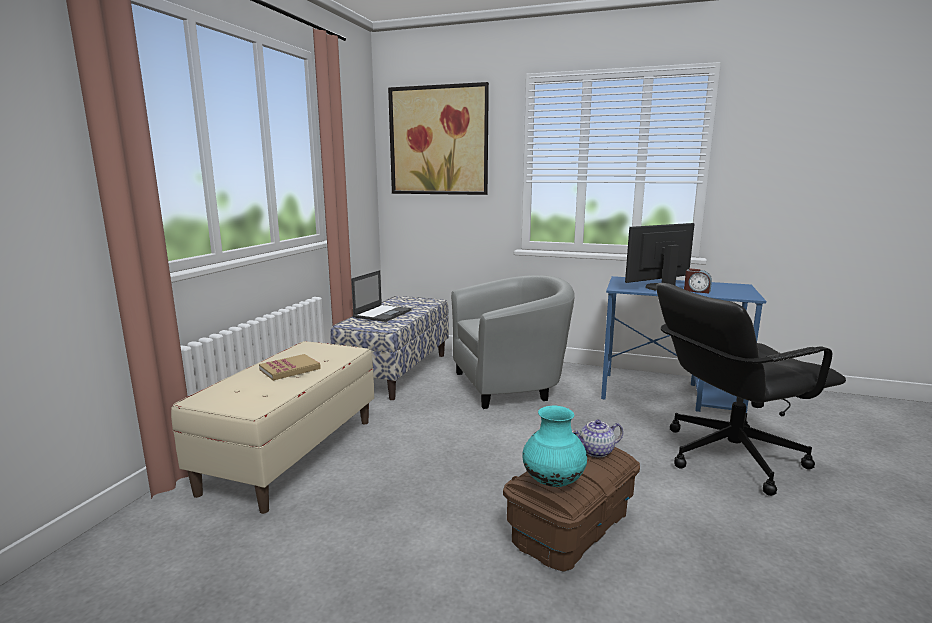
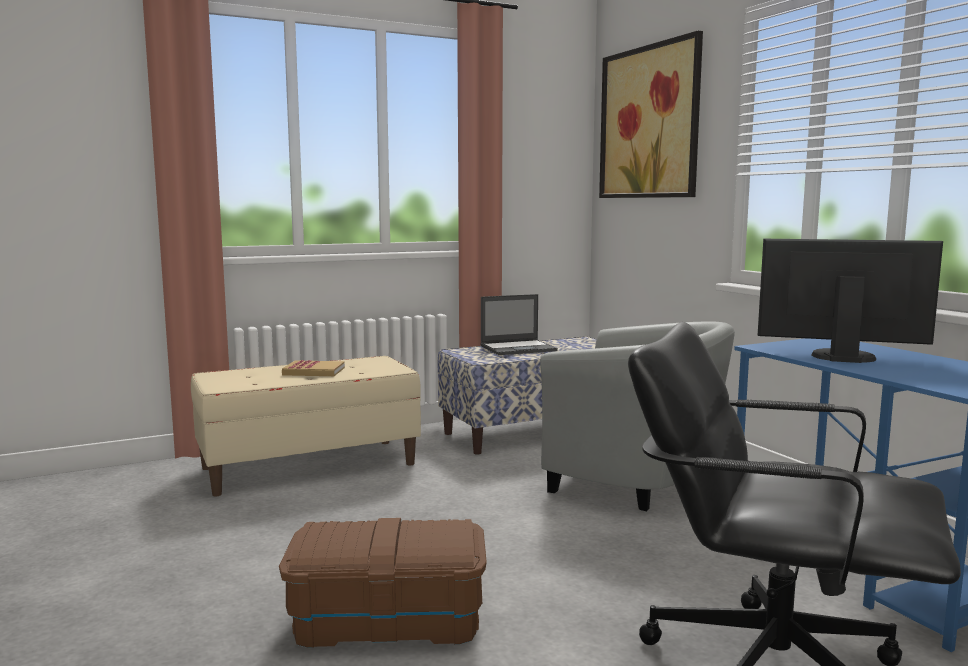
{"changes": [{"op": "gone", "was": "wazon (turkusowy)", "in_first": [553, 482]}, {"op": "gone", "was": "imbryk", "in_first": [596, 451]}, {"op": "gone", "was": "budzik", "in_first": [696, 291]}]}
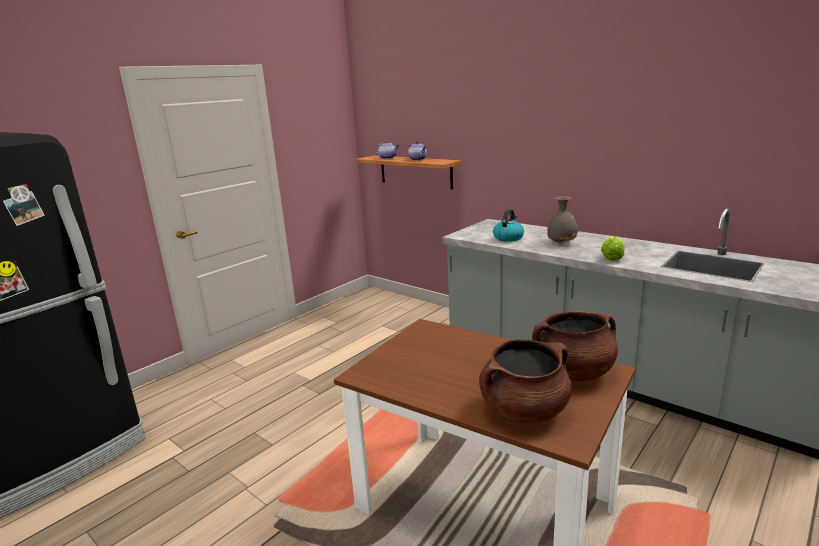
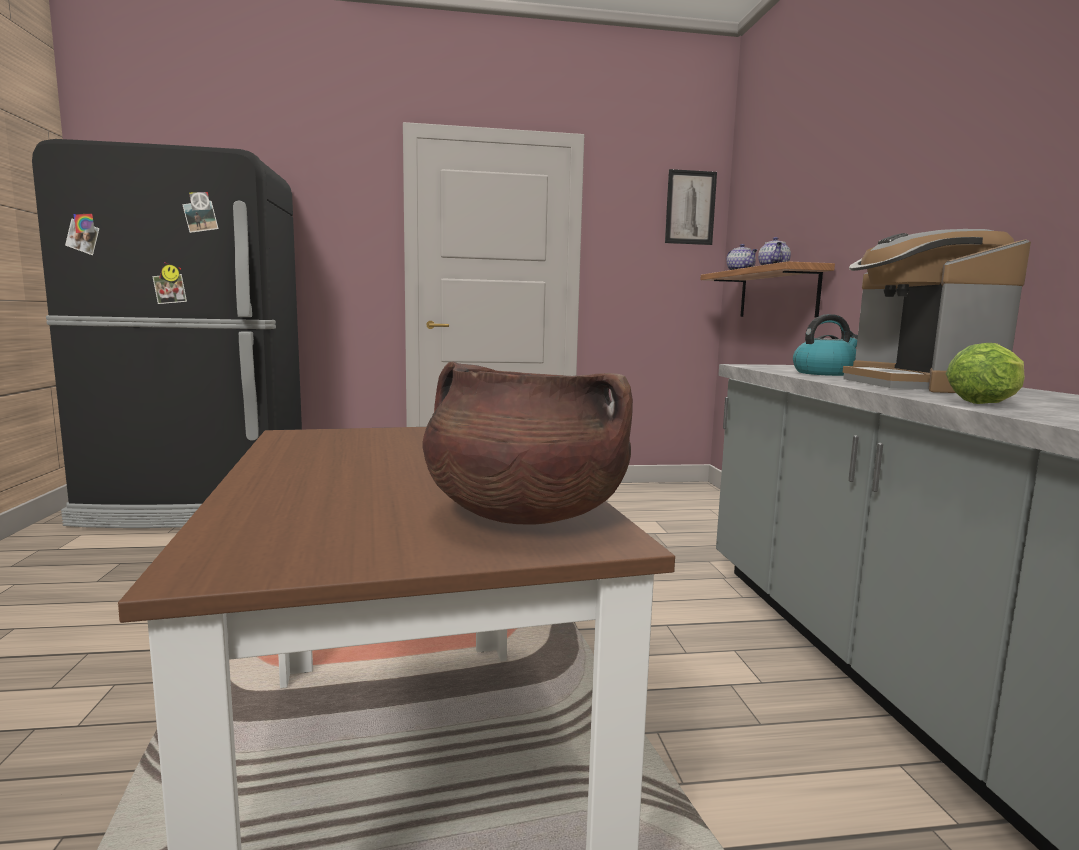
{"changes": [{"op": "new", "now": "obraz", "in_second": [690, 207]}, {"op": "swapped", "was": "wazon (szary)", "now": "ekspres do kawy", "in_first": [562, 243], "in_second": [918, 385]}, {"op": "gone", "was": "garnek (brązowy)", "in_first": [524, 410]}]}
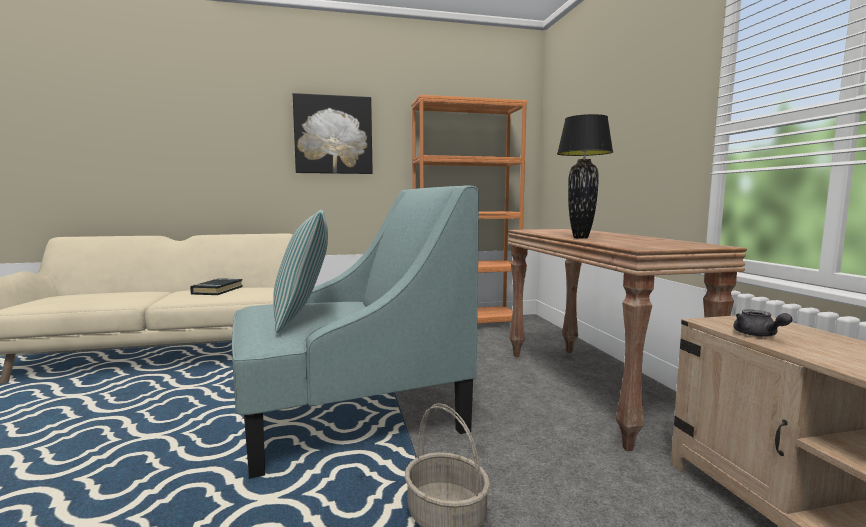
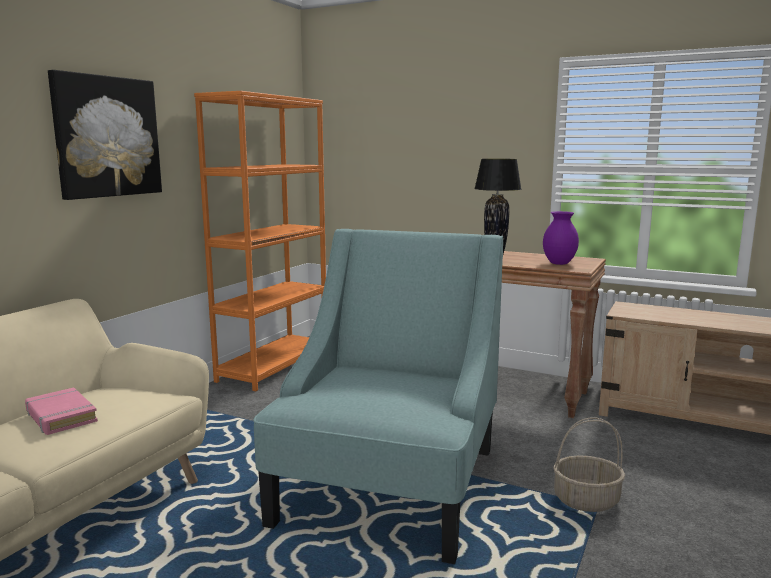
{"changes": [{"op": "repainted", "was": "książka (czarny)", "now": "książka (różowy)", "in_first": [217, 290], "in_second": [61, 416]}, {"op": "new", "now": "wazon (fioletowy)", "in_second": [559, 263]}, {"op": "gone", "was": "poduszka", "in_first": [304, 315]}, {"op": "gone", "was": "imbryk (szary)", "in_first": [758, 335]}]}
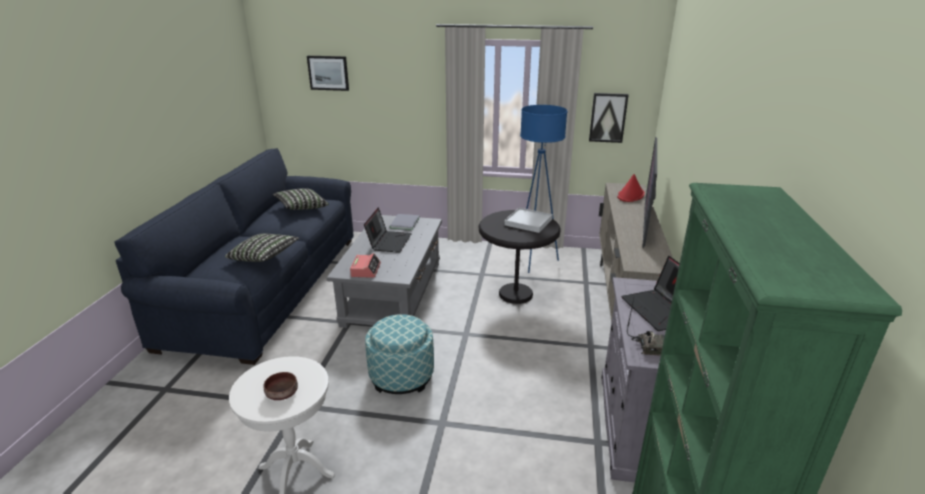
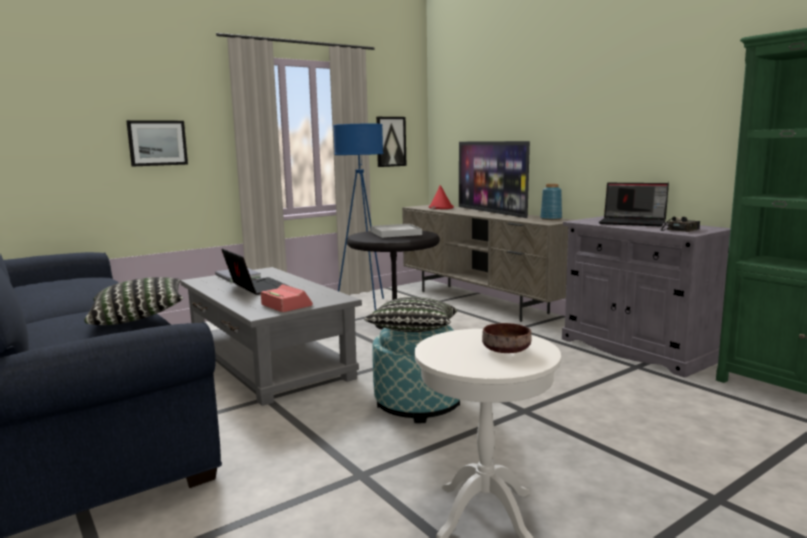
{"changes": [{"op": "shifted", "was": "obraz", "in_first": [328, 73], "in_second": [157, 143]}, {"op": "shifted", "was": "poduszka", "in_first": [301, 208], "in_second": [413, 332]}, {"op": "new", "now": "wazon (niebieski)", "in_second": [551, 219]}]}
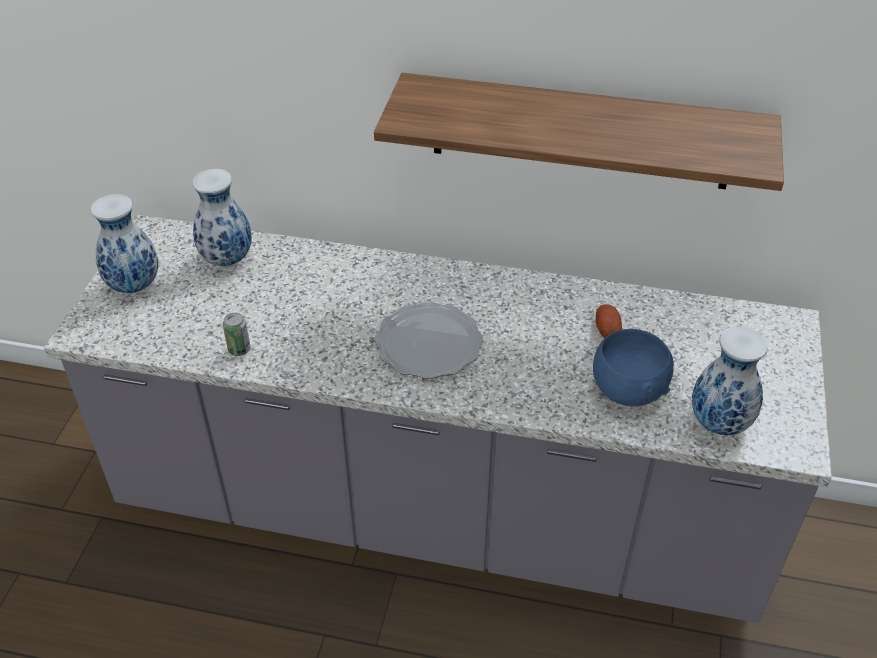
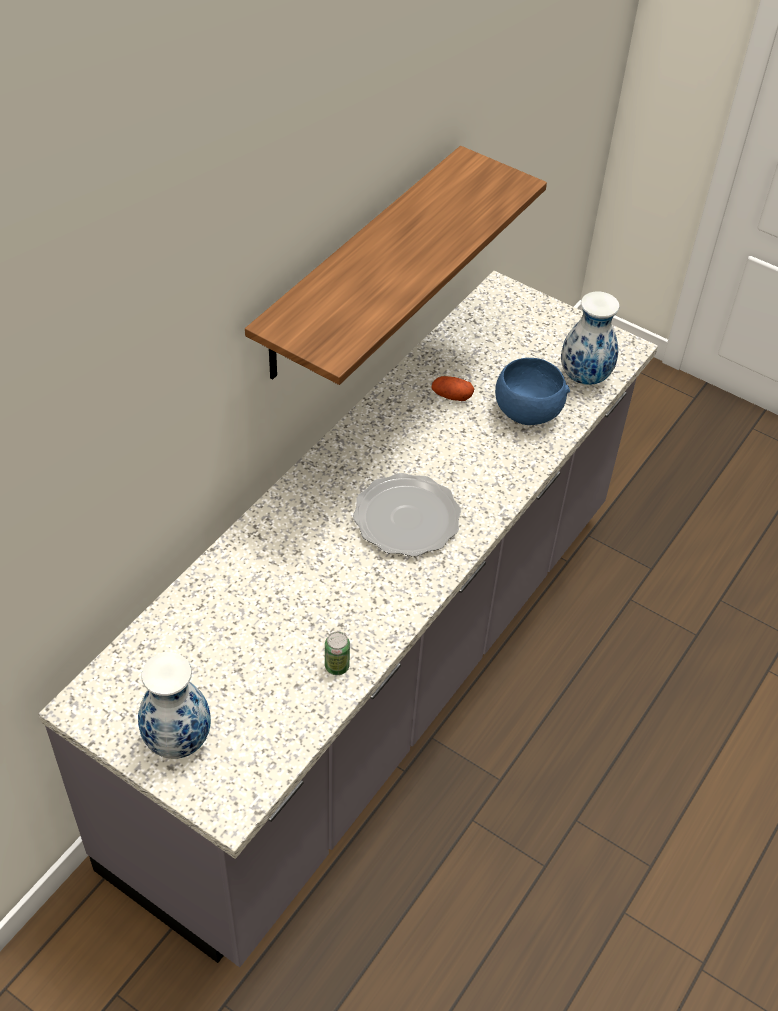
{"changes": [{"op": "gone", "was": "wazon", "in_first": [228, 260]}]}
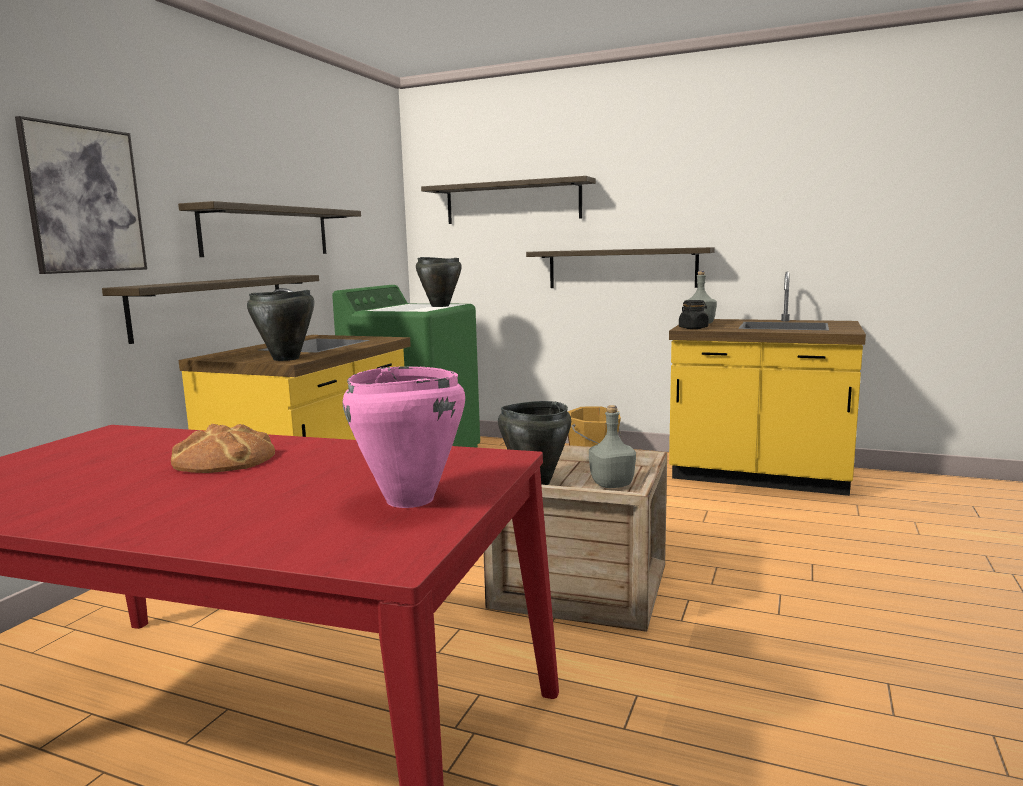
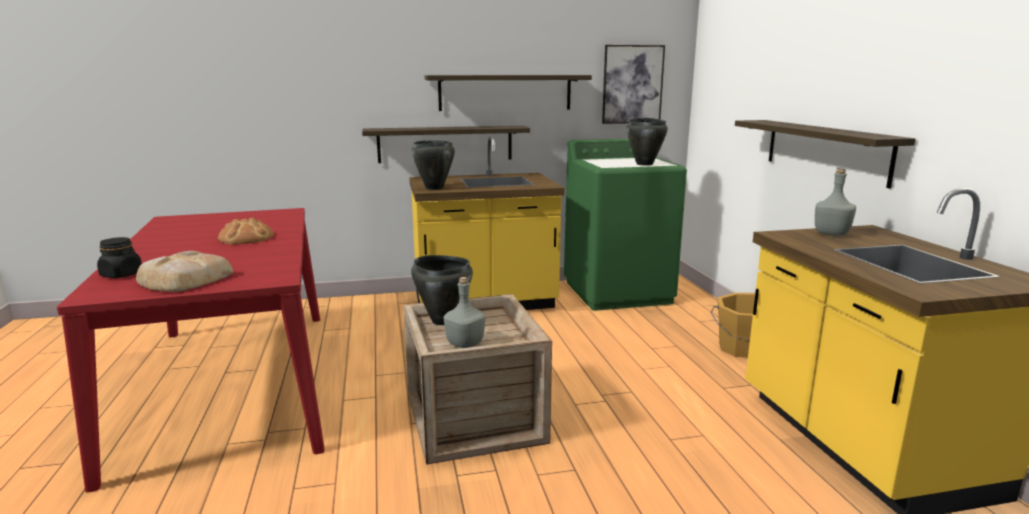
{"changes": [{"op": "shifted", "was": "słoik (czarny)", "in_first": [693, 328], "in_second": [122, 274]}, {"op": "swapped", "was": "garnek (różowy)", "now": "chleb", "in_first": [409, 500], "in_second": [183, 280]}, {"op": "shifted", "was": "obraz", "in_first": [84, 200], "in_second": [632, 84]}, {"op": "gone", "was": "półka", "in_first": [512, 202]}]}
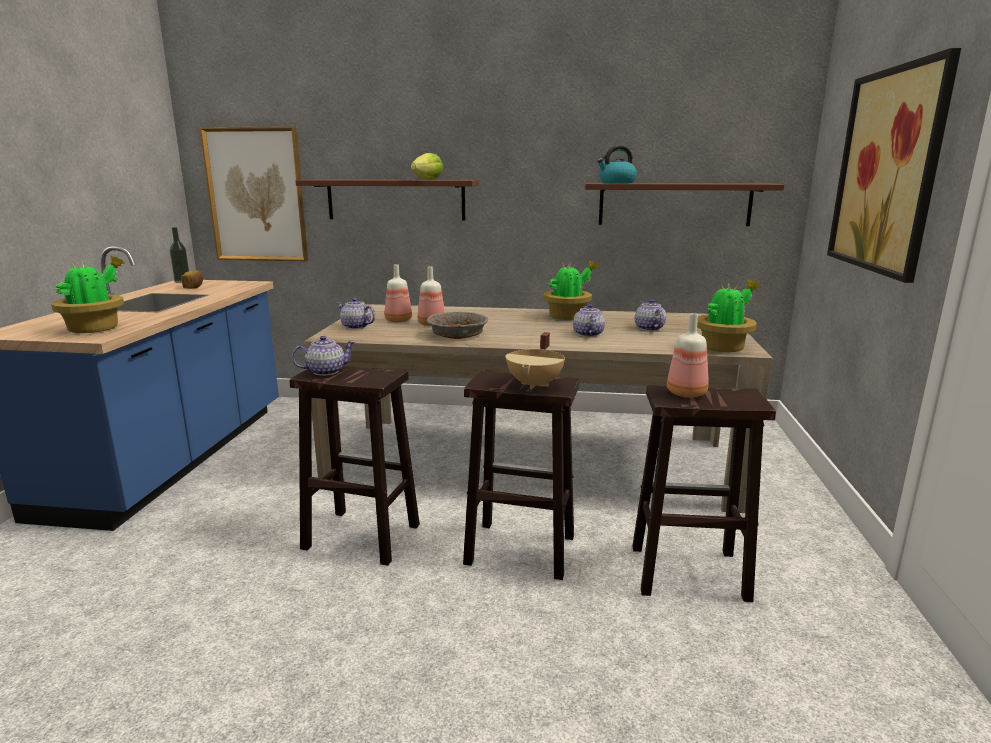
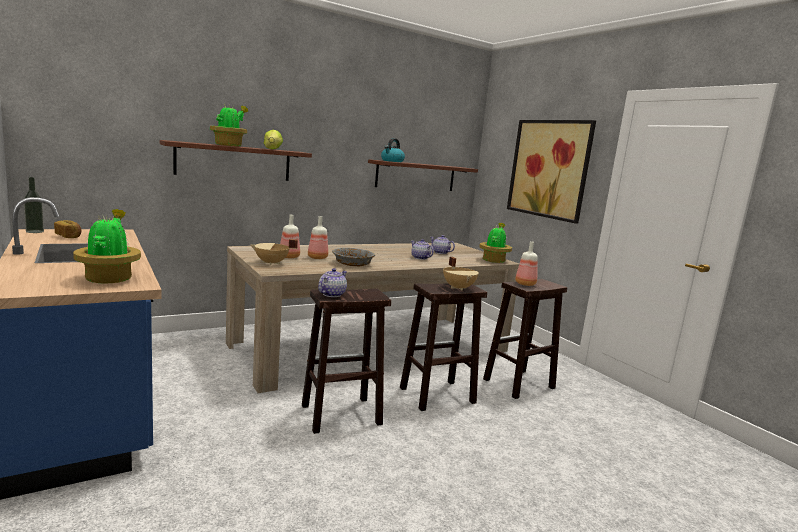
{"changes": [{"op": "shifted", "was": "roślina doniczkowa", "in_first": [568, 317], "in_second": [229, 145]}, {"op": "swapped", "was": "imbryk", "now": "garnek (beżowy)", "in_first": [356, 327], "in_second": [271, 263]}, {"op": "gone", "was": "obraz", "in_first": [256, 195]}]}
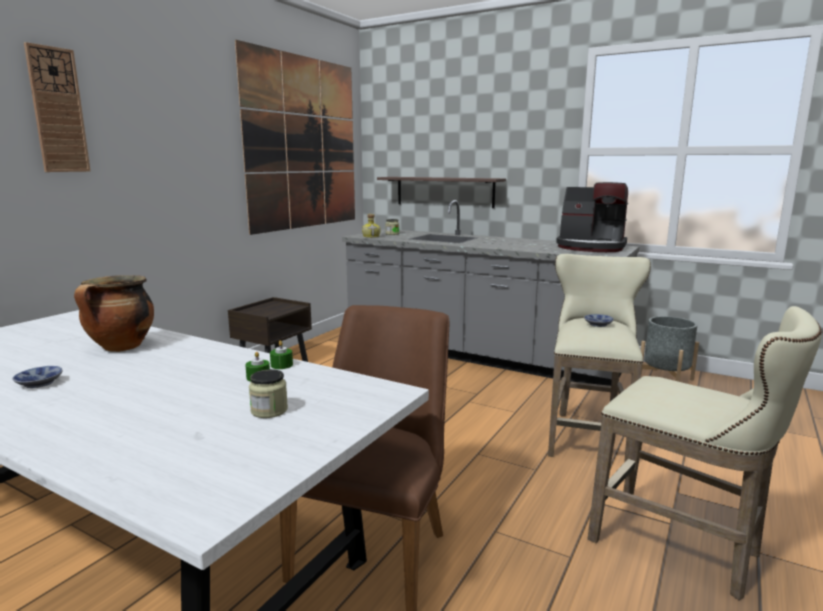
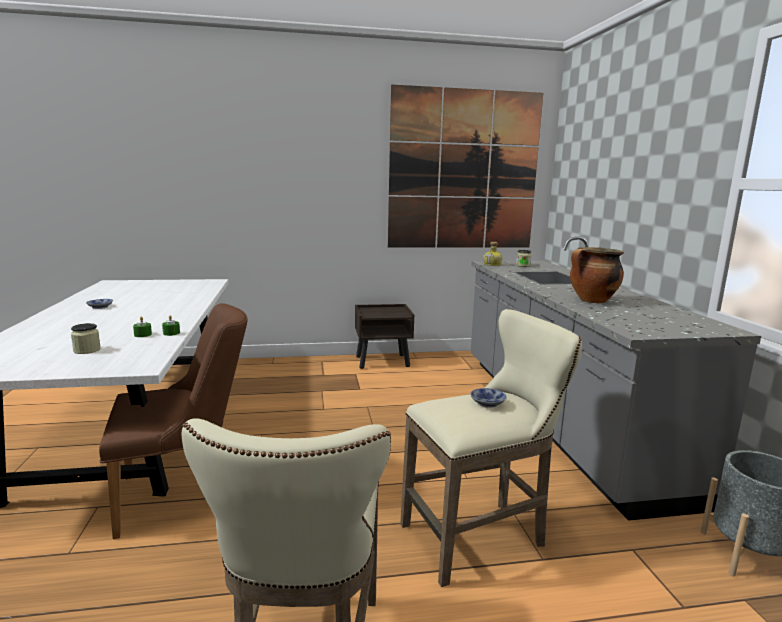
{"changes": [{"op": "shifted", "was": "garnek", "in_first": [121, 348], "in_second": [592, 301]}, {"op": "gone", "was": "zegar ścienny", "in_first": [58, 110]}, {"op": "gone", "was": "półka", "in_first": [444, 191]}, {"op": "gone", "was": "ekspres do kawy", "in_first": [591, 247]}]}
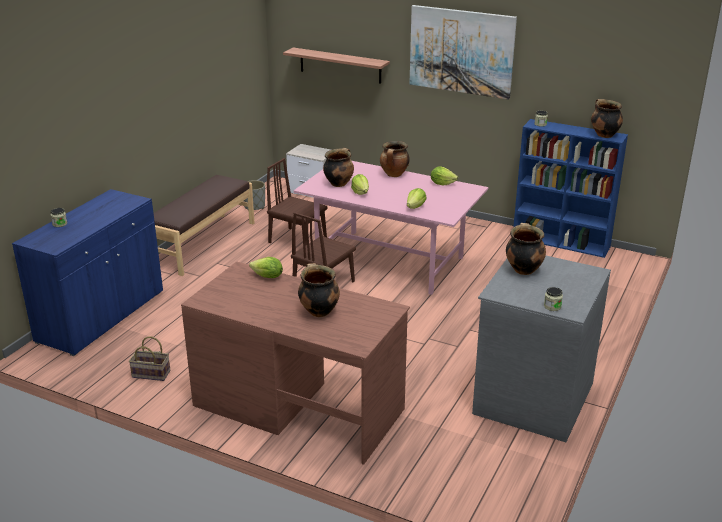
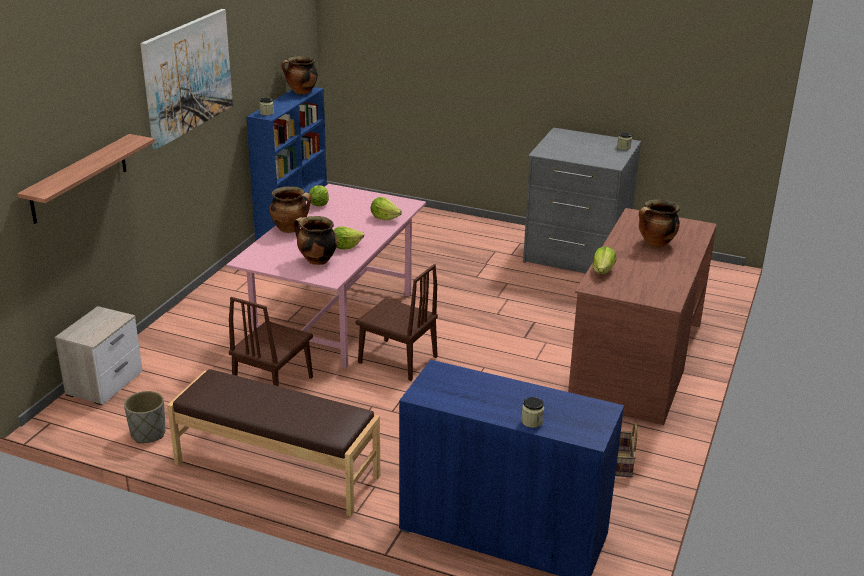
{"changes": [{"op": "gone", "was": "garnek", "in_first": [523, 269]}]}
